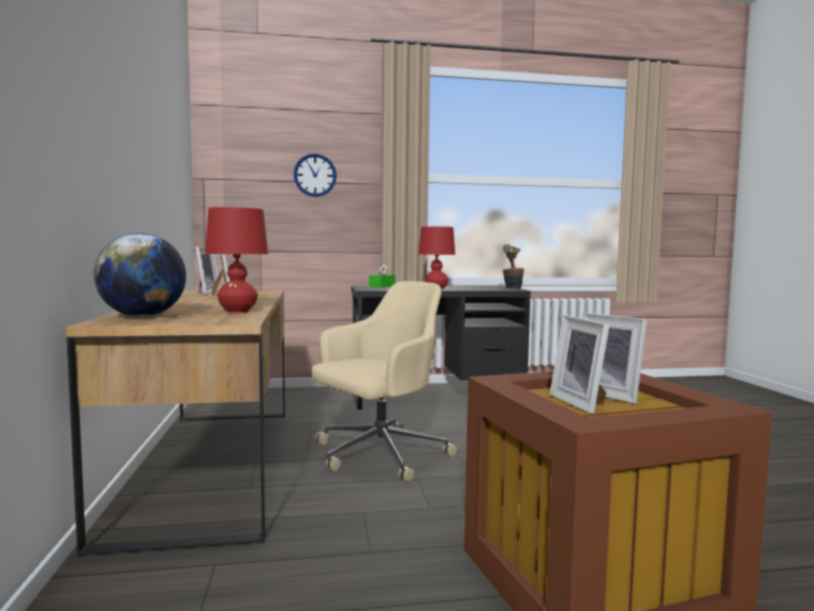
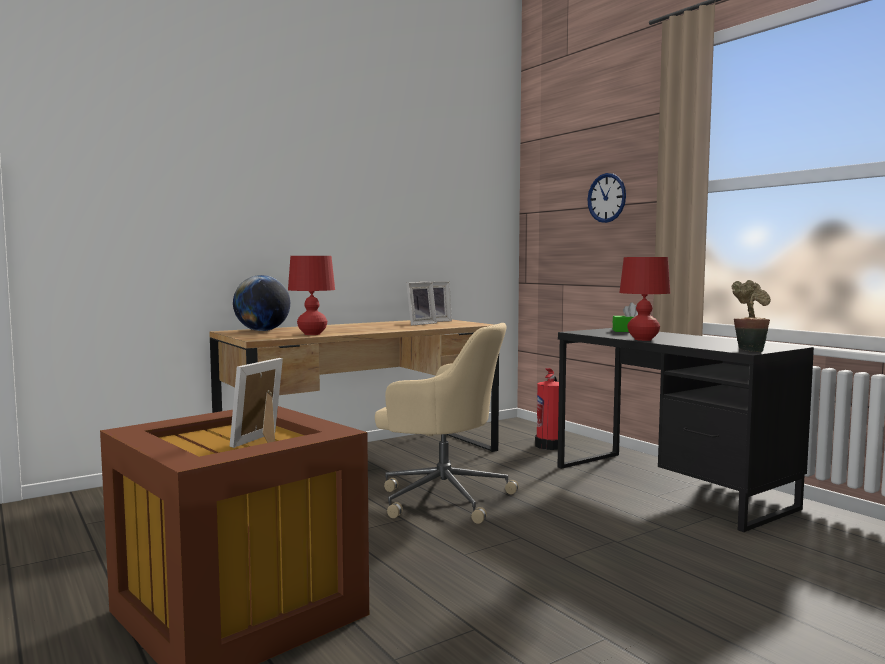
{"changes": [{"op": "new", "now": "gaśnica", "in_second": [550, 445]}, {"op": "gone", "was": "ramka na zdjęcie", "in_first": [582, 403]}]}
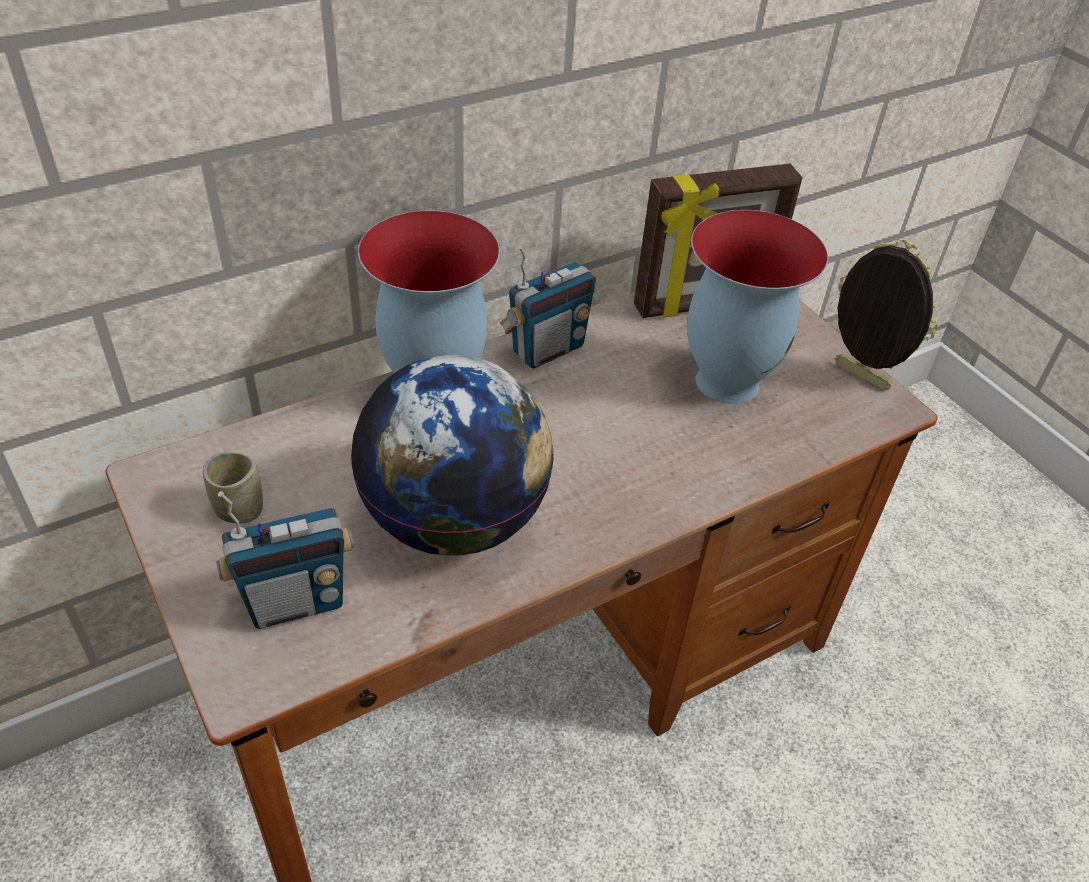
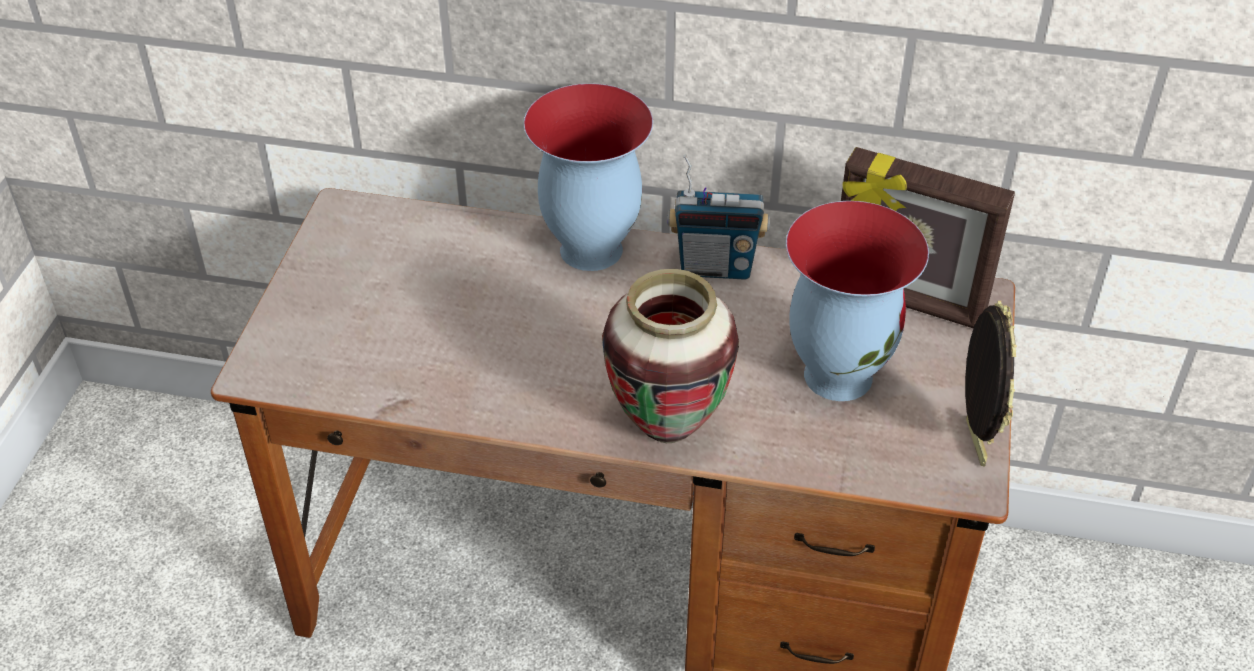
{"changes": [{"op": "new", "now": "wazon", "in_second": [668, 428]}, {"op": "gone", "was": "filiżanka", "in_first": [239, 509]}, {"op": "gone", "was": "radio", "in_first": [295, 602]}, {"op": "gone", "was": "globus", "in_first": [455, 520]}]}
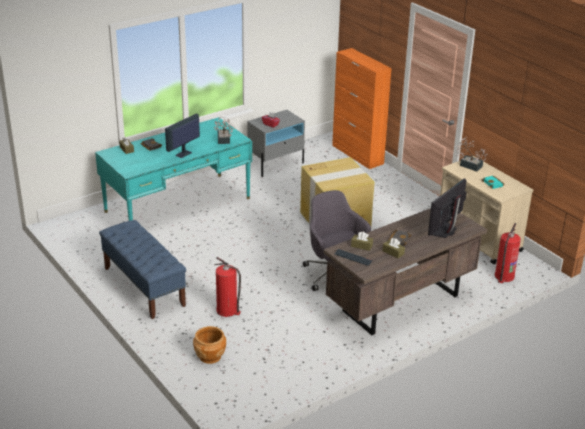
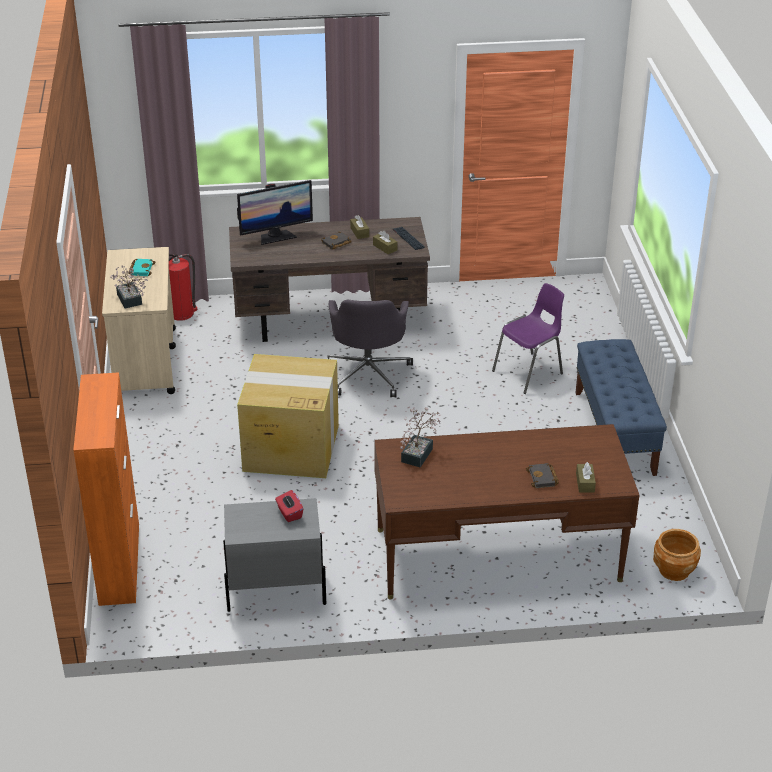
{"changes": [{"op": "repainted", "was": "biurko (turkusowy)", "now": "biurko (brązowy)", "in_first": [178, 205], "in_second": [498, 555]}, {"op": "swapped", "was": "gaśnica", "now": "krzesło (fioletowy)", "in_first": [227, 310], "in_second": [529, 372]}, {"op": "shifted", "was": "donica (brązowy)", "in_first": [210, 356], "in_second": [674, 570]}, {"op": "gone", "was": "monitor", "in_first": [183, 154]}]}
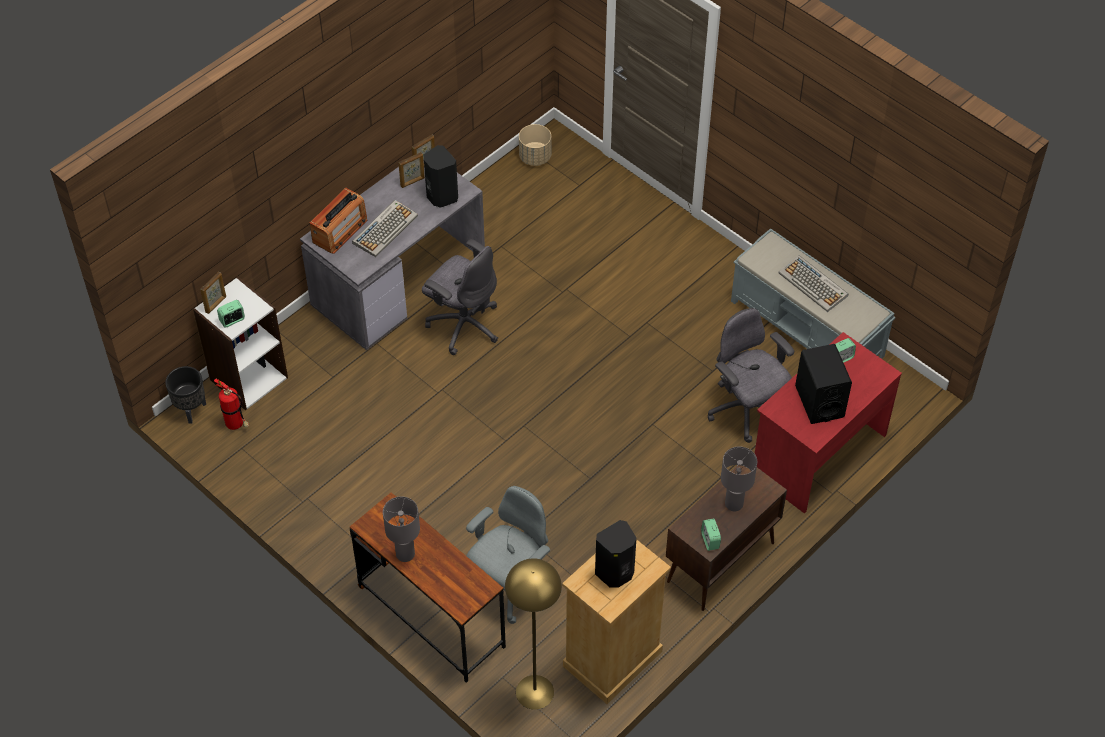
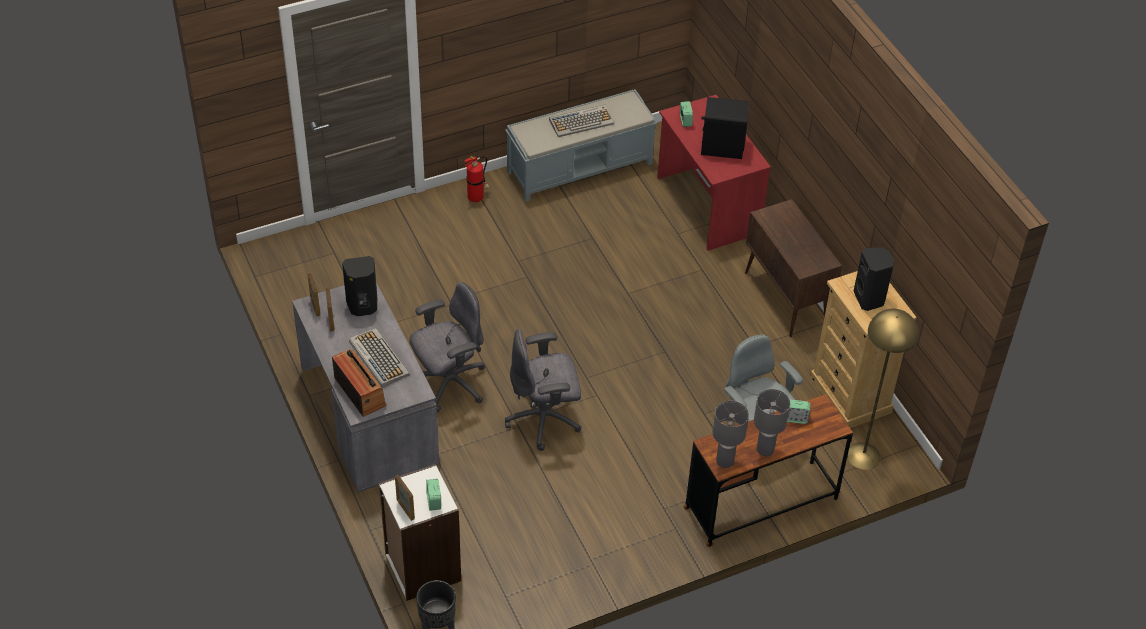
{"changes": [{"op": "shifted", "was": "gaśnica", "in_first": [236, 425], "in_second": [477, 198]}, {"op": "shifted", "was": "krzesło biurowe (szary)", "in_first": [746, 411], "in_second": [544, 420]}, {"op": "shifted", "was": "lampa stołowa (szary)", "in_first": [734, 503], "in_second": [724, 461]}, {"op": "shifted", "was": "budzik", "in_first": [710, 540], "in_second": [795, 418]}, {"op": "gone", "was": "donica (beżowy)", "in_first": [535, 157]}]}
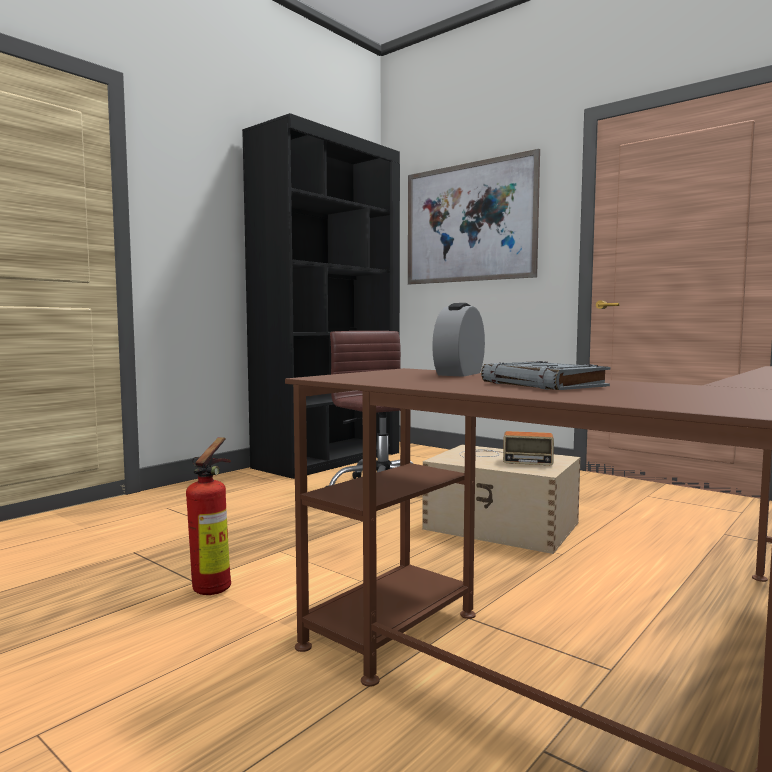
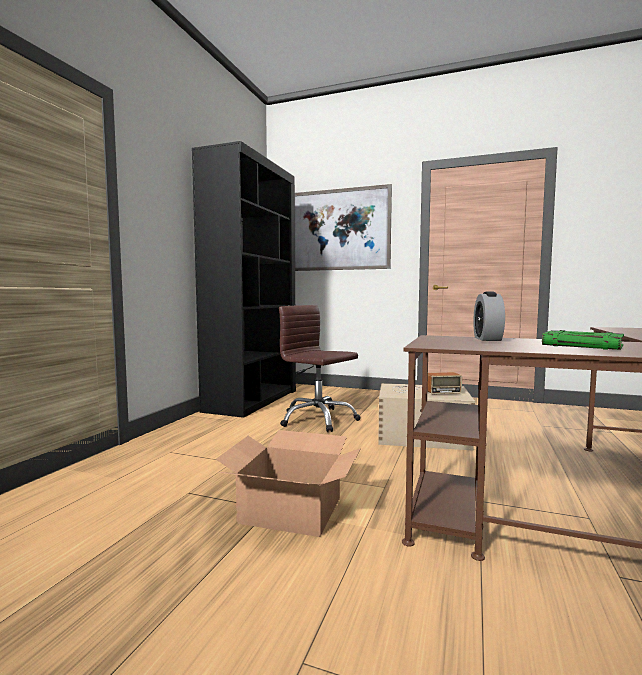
{"changes": [{"op": "swapped", "was": "gaśnica", "now": "karton", "in_first": [216, 587], "in_second": [291, 510]}, {"op": "repainted", "was": "książka (szary)", "now": "książka (zielony)", "in_first": [544, 384], "in_second": [583, 345]}]}
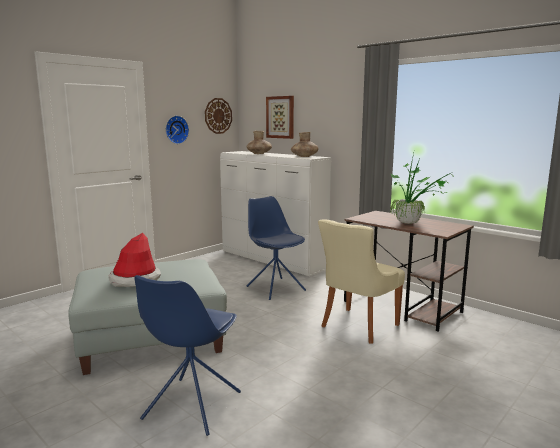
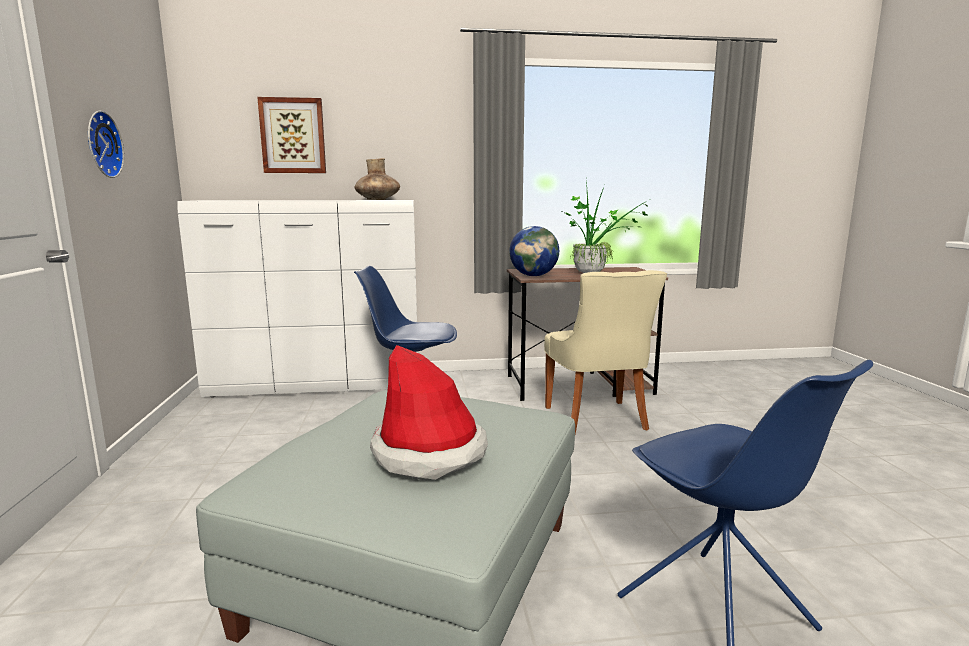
{"changes": [{"op": "new", "now": "globus", "in_second": [533, 276]}, {"op": "gone", "was": "zegar ścienny", "in_first": [218, 116]}, {"op": "gone", "was": "wazon (brązowy)", "in_first": [259, 153]}]}
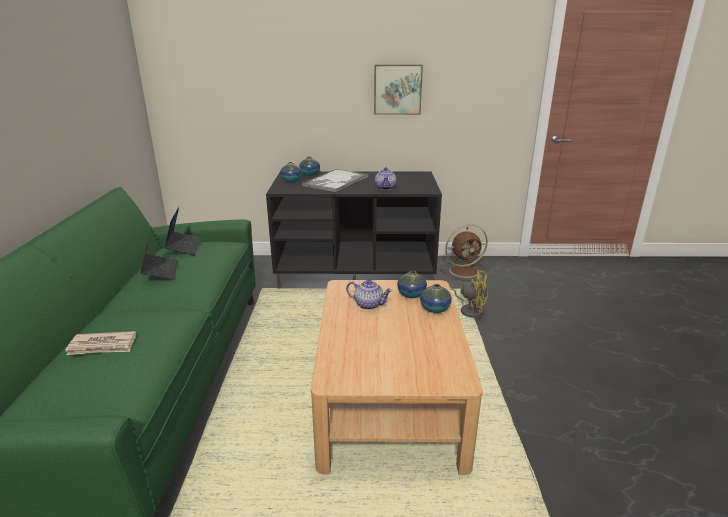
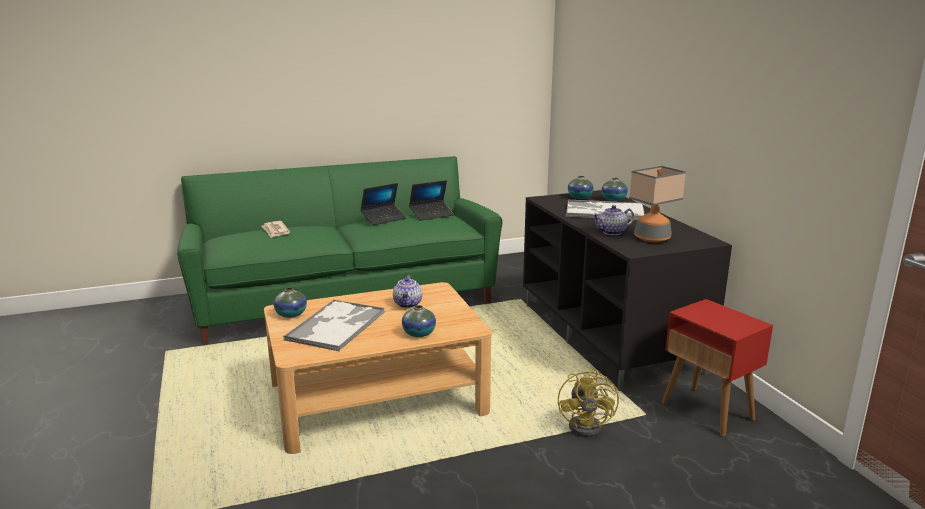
{"changes": [{"op": "shifted", "was": "wazon", "in_first": [411, 294], "in_second": [291, 314]}, {"op": "new", "now": "taca", "in_second": [337, 325]}, {"op": "new", "now": "lampa stołowa", "in_second": [652, 238]}, {"op": "swapped", "was": "wentylator (brązowy)", "now": "stolik (czerwony)", "in_first": [465, 271], "in_second": [708, 411]}, {"op": "gone", "was": "obraz", "in_first": [397, 89]}]}
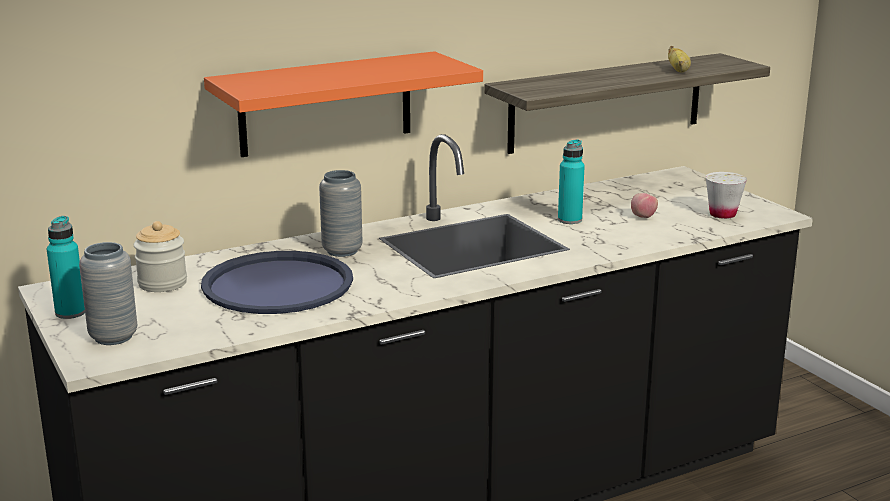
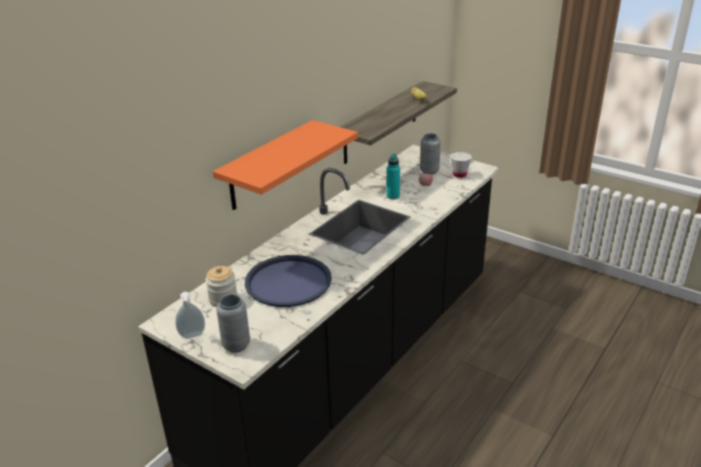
{"changes": [{"op": "swapped", "was": "butelka (turkusowy)", "now": "dozownik mydła", "in_first": [70, 313], "in_second": [192, 336]}, {"op": "shifted", "was": "wazon (szary)", "in_first": [342, 251], "in_second": [429, 171]}]}
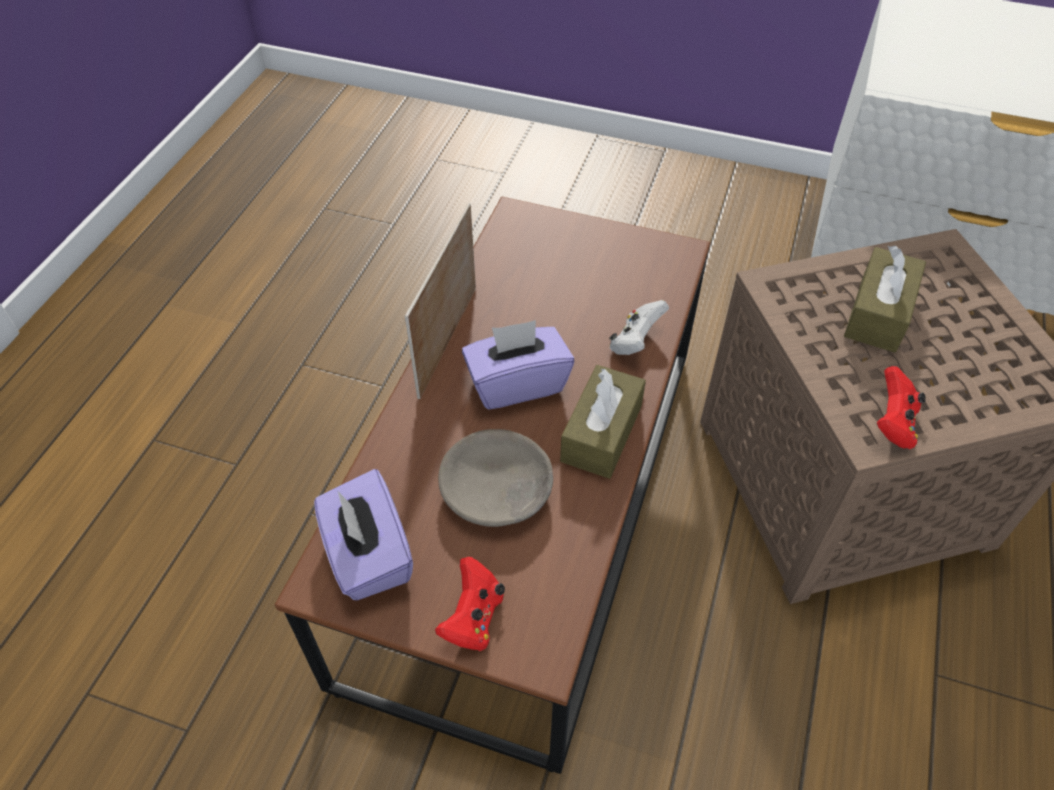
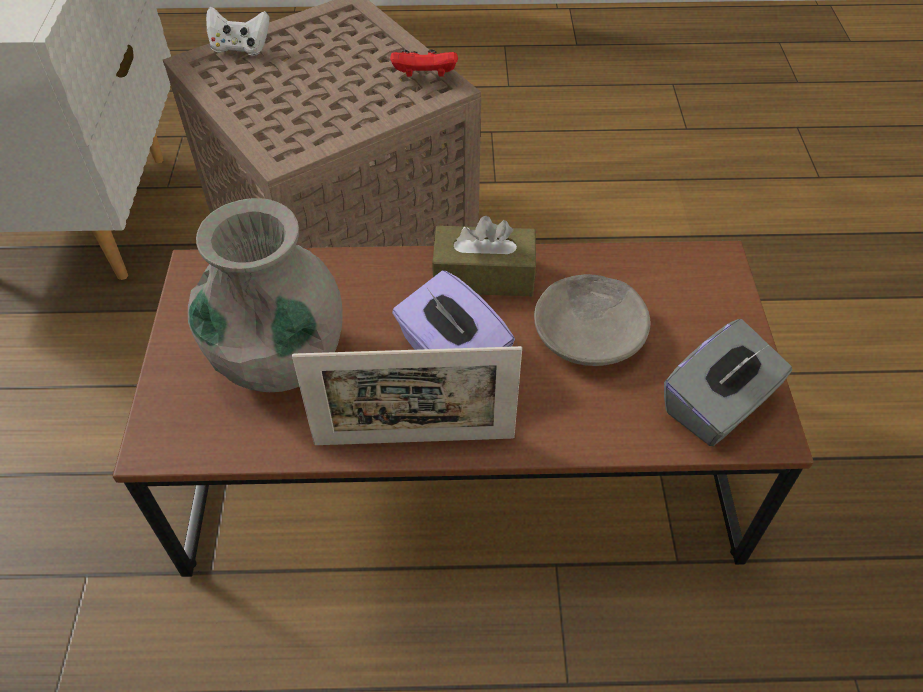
{"changes": [{"op": "new", "now": "wazon (szary)", "in_second": [280, 358]}, {"op": "shifted", "was": "pad do gier (biały)", "in_first": [635, 342], "in_second": [240, 48]}, {"op": "repainted", "was": "pudełko chusteczek (fioletowy)", "now": "pudełko chusteczek (szary)", "in_first": [368, 555], "in_second": [717, 406]}, {"op": "gone", "was": "pad do gier (czerwony)", "in_first": [473, 618]}, {"op": "gone", "was": "pudełko chusteczek (brązowy)", "in_first": [878, 313]}]}
